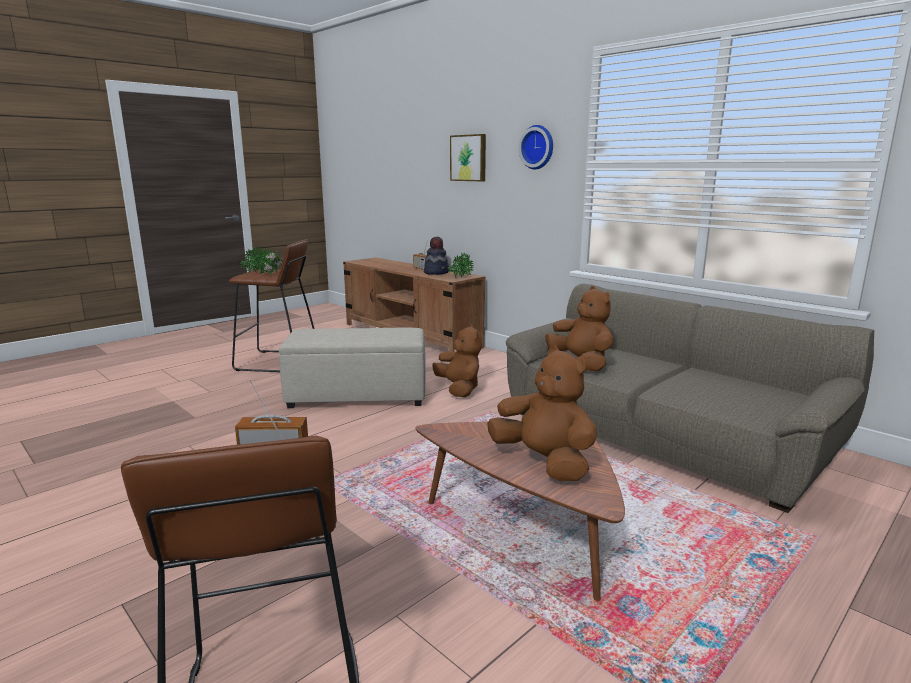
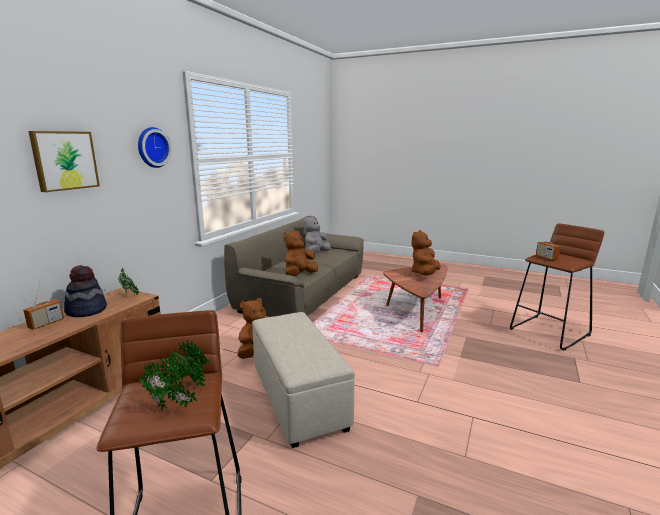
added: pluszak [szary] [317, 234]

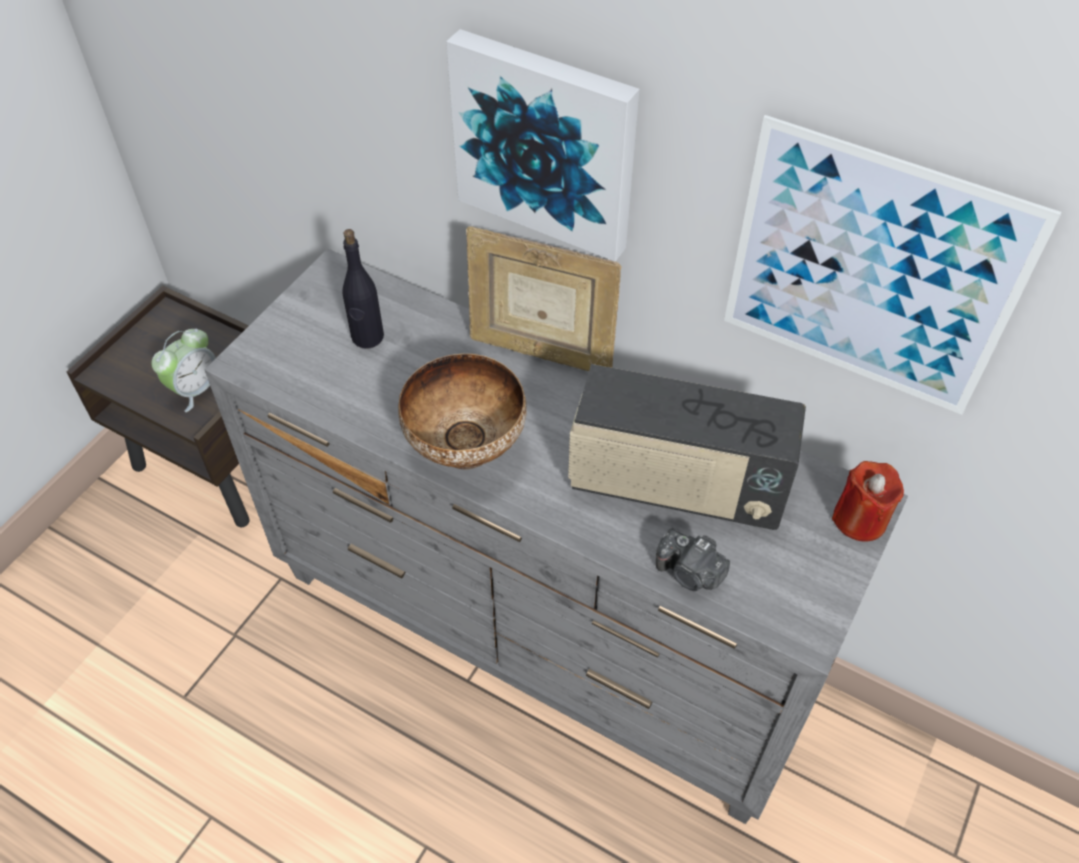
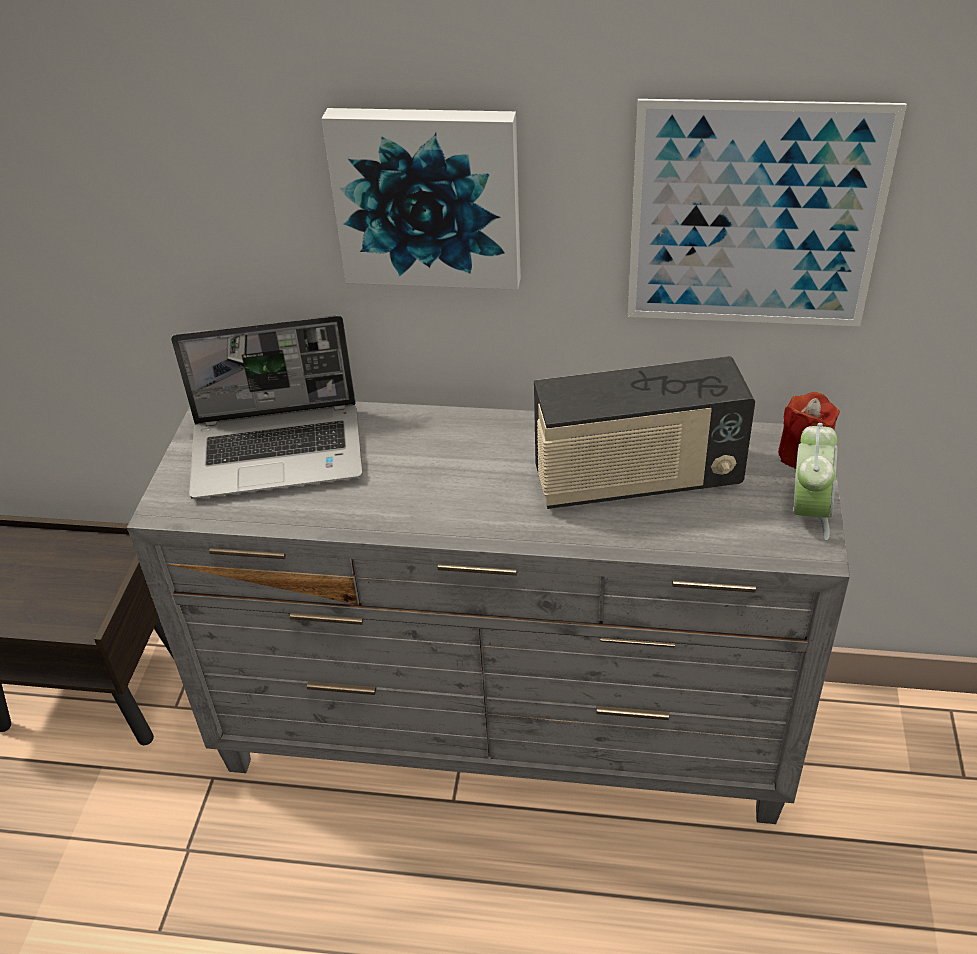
removed: miska [462, 412]; ramka na zdjęcie [544, 298]; aparat fotograficzny [693, 559]
moved: budzik [183, 370] to [816, 481]
replaced: butelka [czarny] [363, 289] to laptop [267, 407]

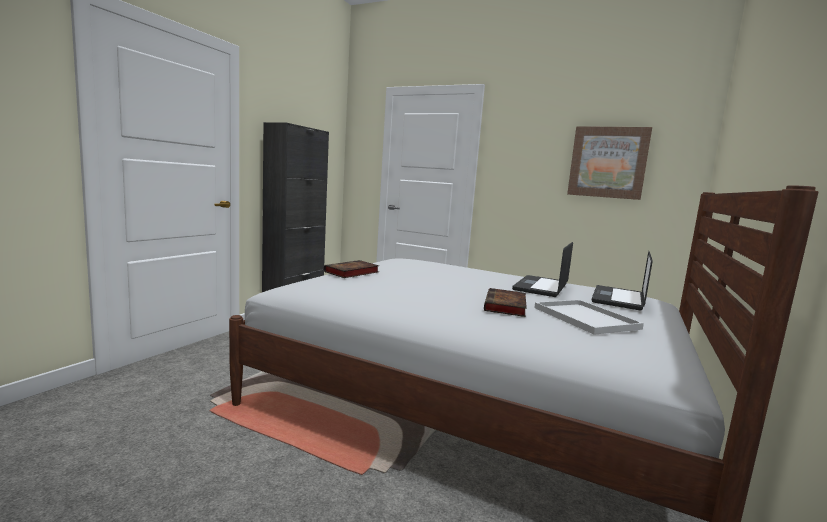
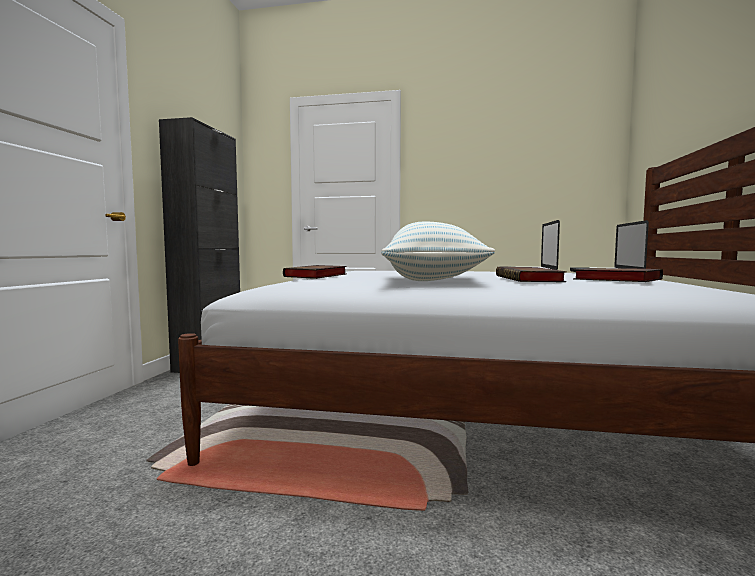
removed: obraz [609, 163]
added: poduszka [438, 251]
replaced: taca [biały] [589, 317] to książka [618, 275]

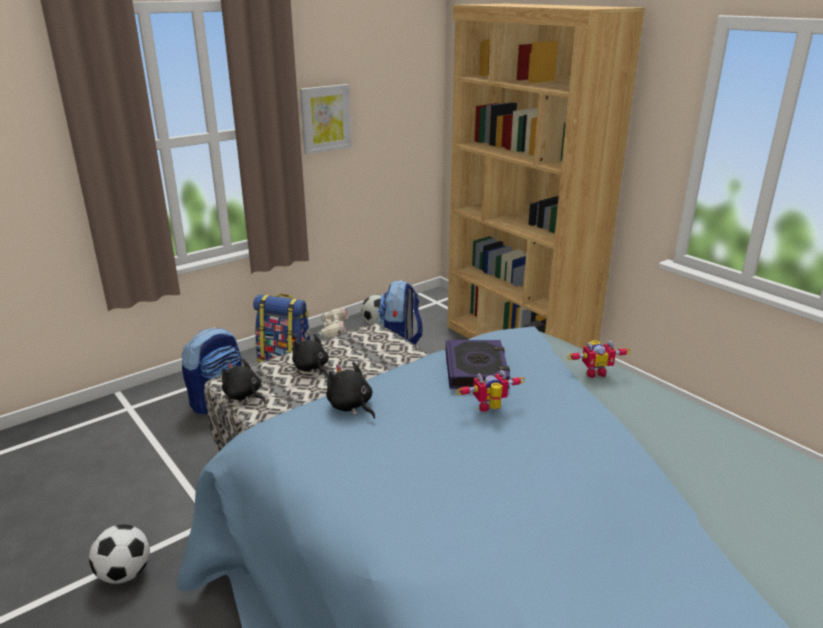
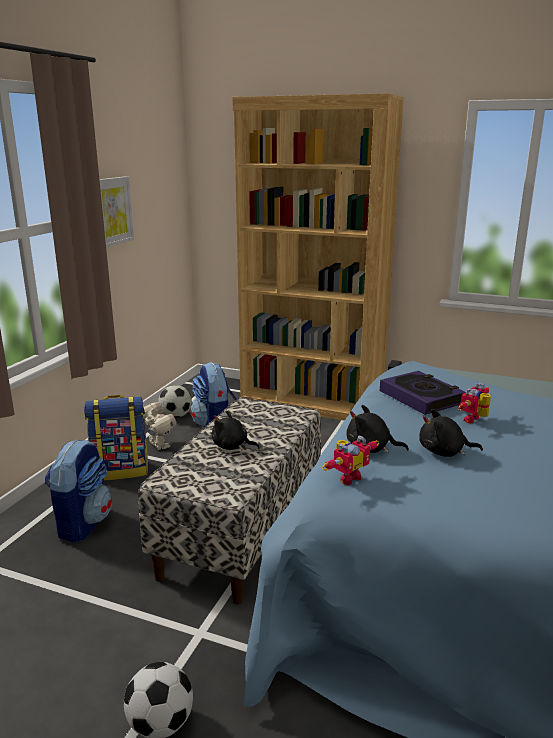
moved: robot zabawkowy [599, 359] to [351, 460]; pluszak [czarny] [244, 380] to [451, 433]

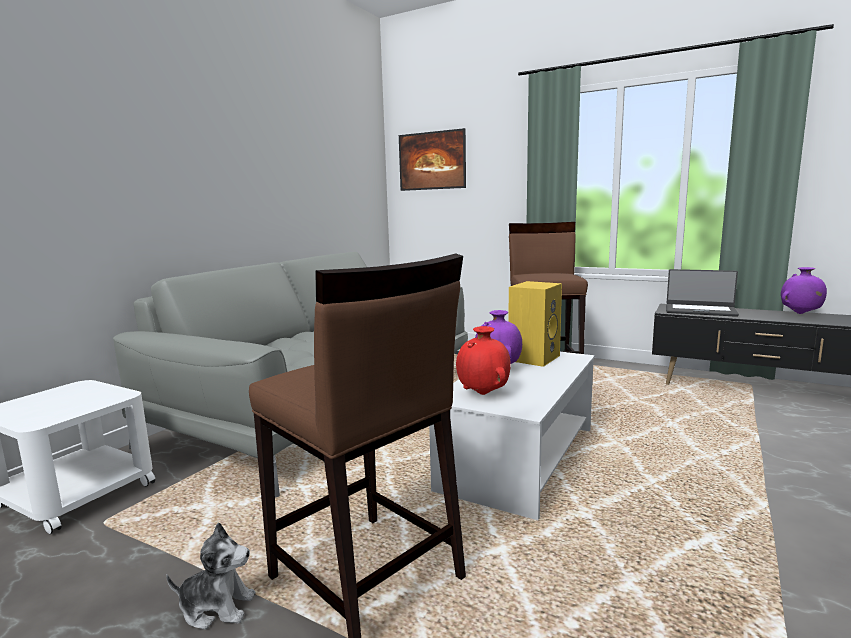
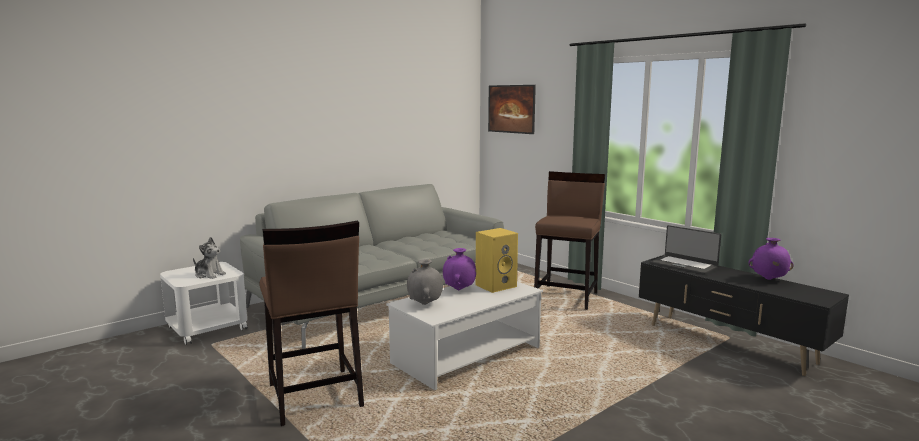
moved: pluszak [211, 576] to [209, 258]
recoloured: wazon [czerwony] [483, 360] to wazon [szary] [425, 282]

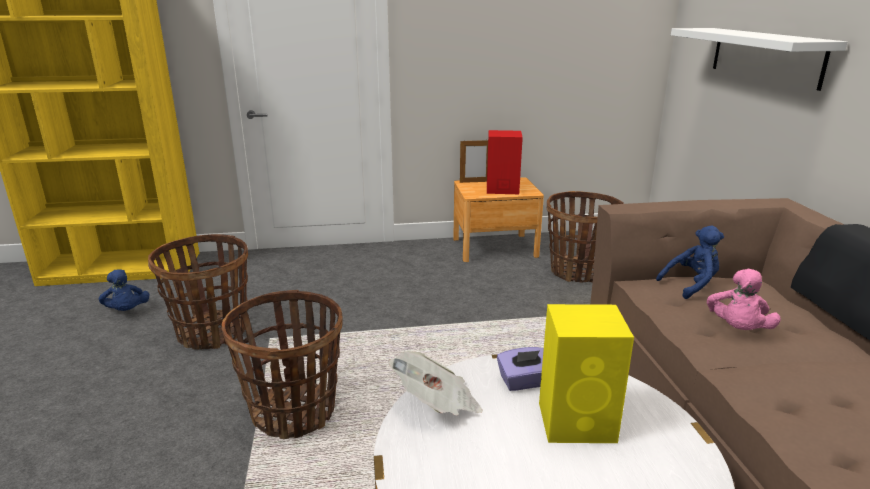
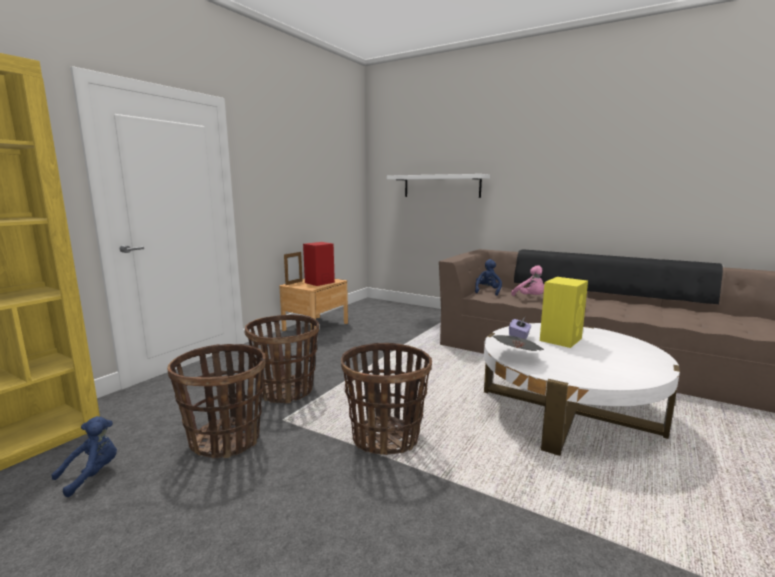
moved: koszyk [585, 237] to [281, 359]
turned: pluszak [niebieski] [124, 290] = [84, 456] 60 degrees counterclockwise

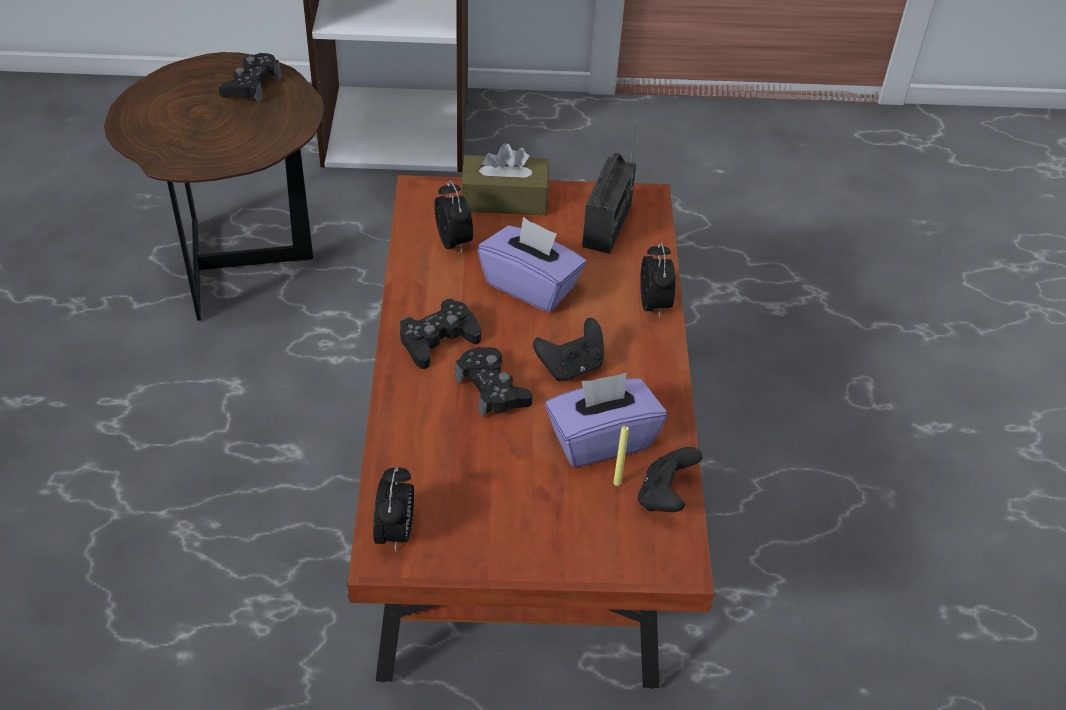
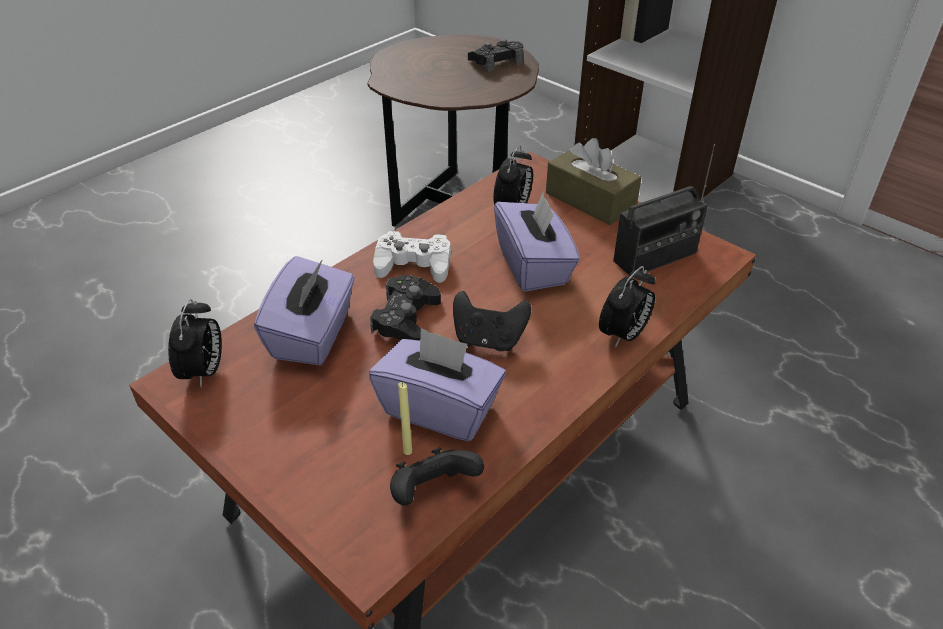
added: pudełko chusteczek [fioletowy] [304, 310]
recoloured: pad do gier [czarny] [440, 333] to pad do gier [biały] [412, 257]
turned: budzik [393, 509] = [195, 343] 45 degrees counterclockwise

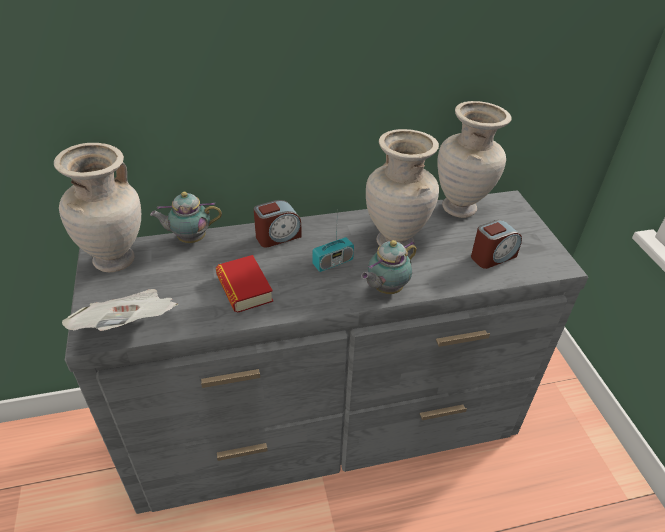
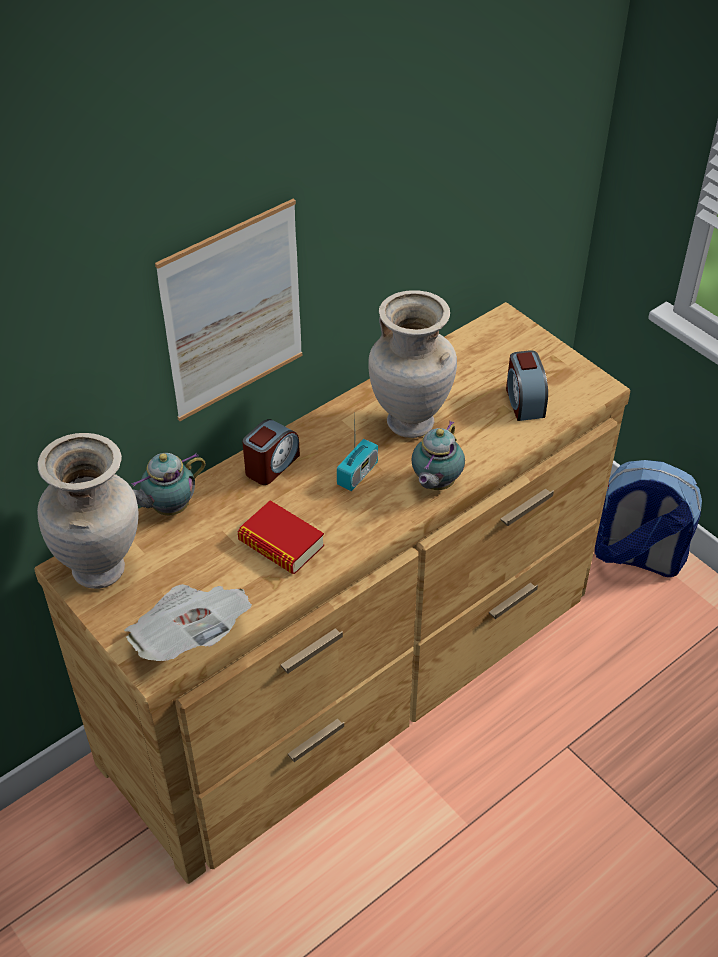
removed: wazon [beżowy] [474, 159]
added: obraz [228, 310]; plecak [648, 518]
recoloured: komoda [szary] [326, 352] to komoda [brązowy] [332, 593]
turned: budzik [496, 244] = [527, 385] 135 degrees clockwise

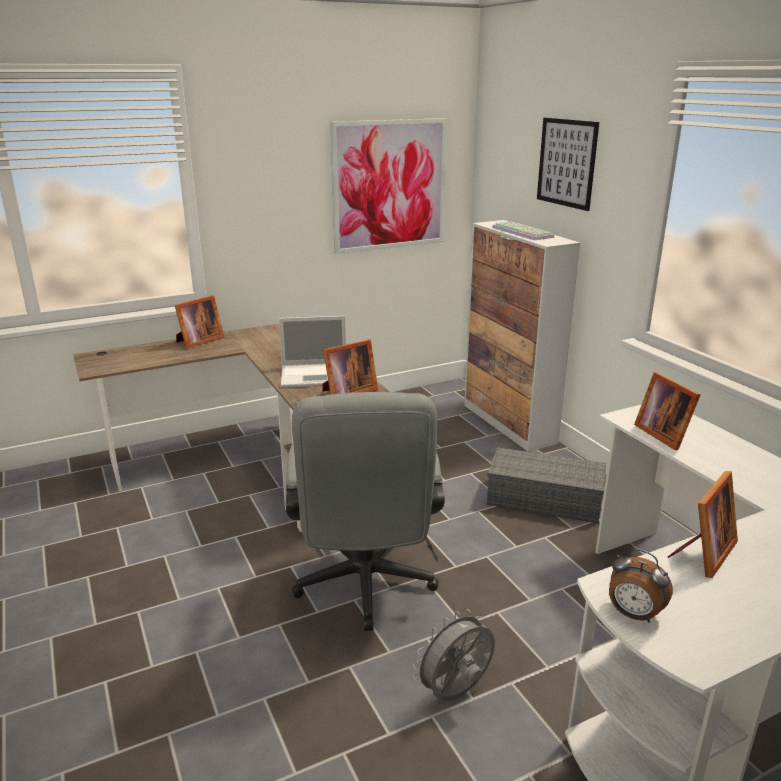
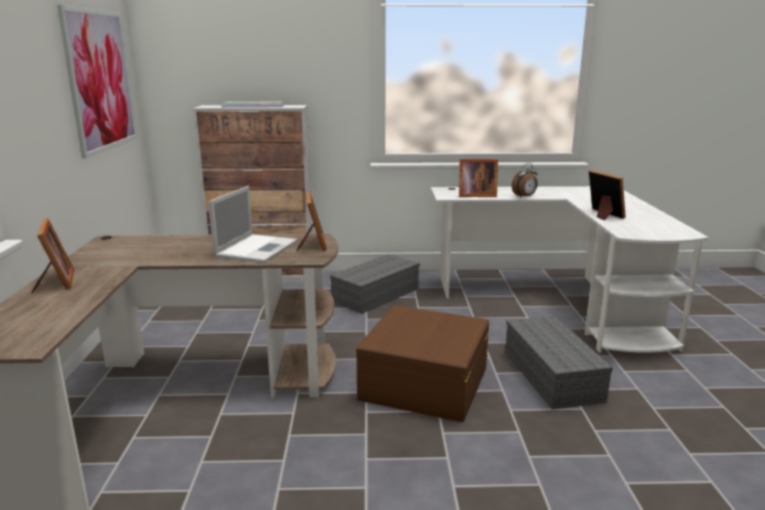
removed: obraz [568, 164]
moved: budzik [641, 586] to [525, 180]
replaced: krzesło biurowe [szary] [365, 511] to pojemnik do przechowywania [brązowy] [422, 363]; wentylator [szary] [454, 655] to pojemnik do przechowywania [szary] [559, 362]

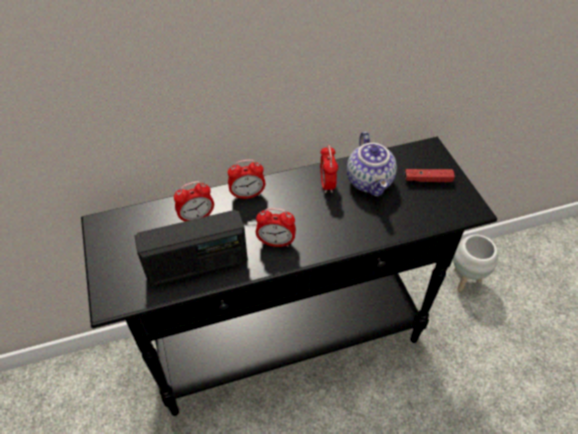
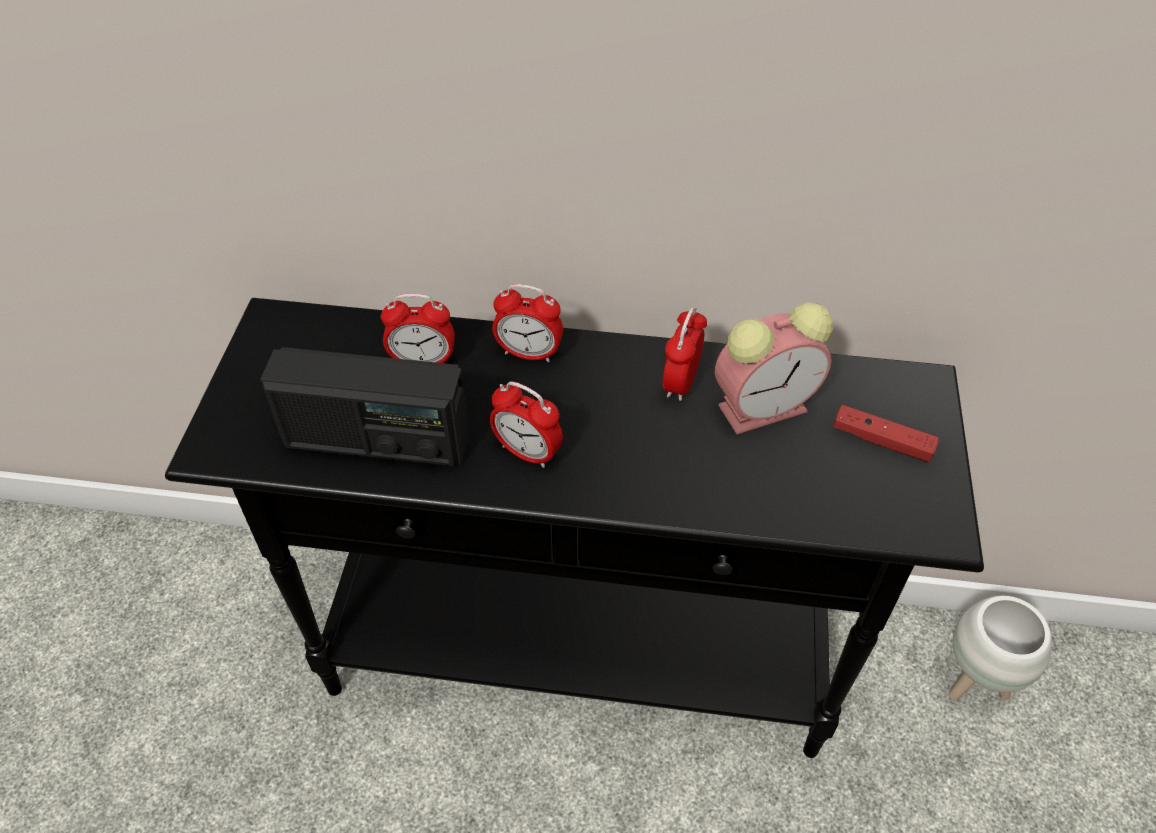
replaced: imbryk [372, 163] to budzik [774, 368]

